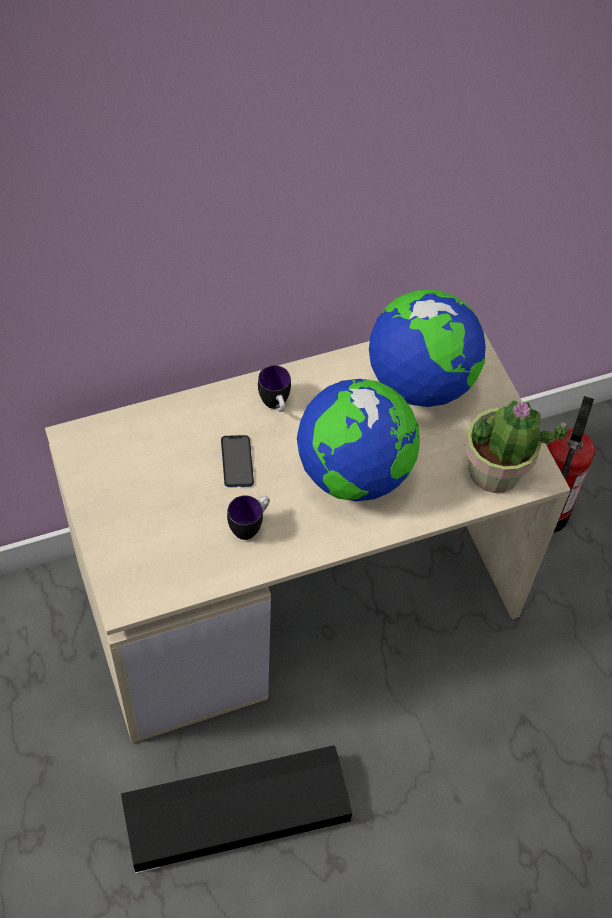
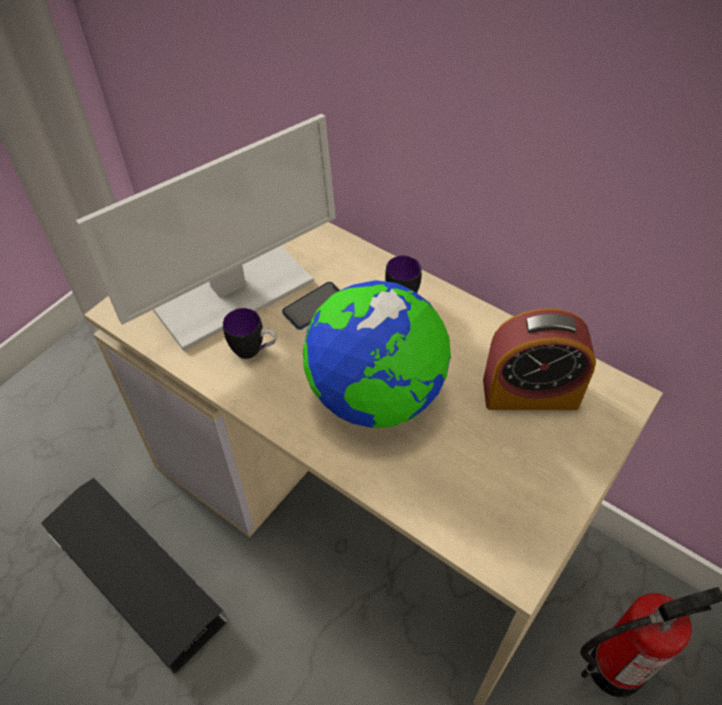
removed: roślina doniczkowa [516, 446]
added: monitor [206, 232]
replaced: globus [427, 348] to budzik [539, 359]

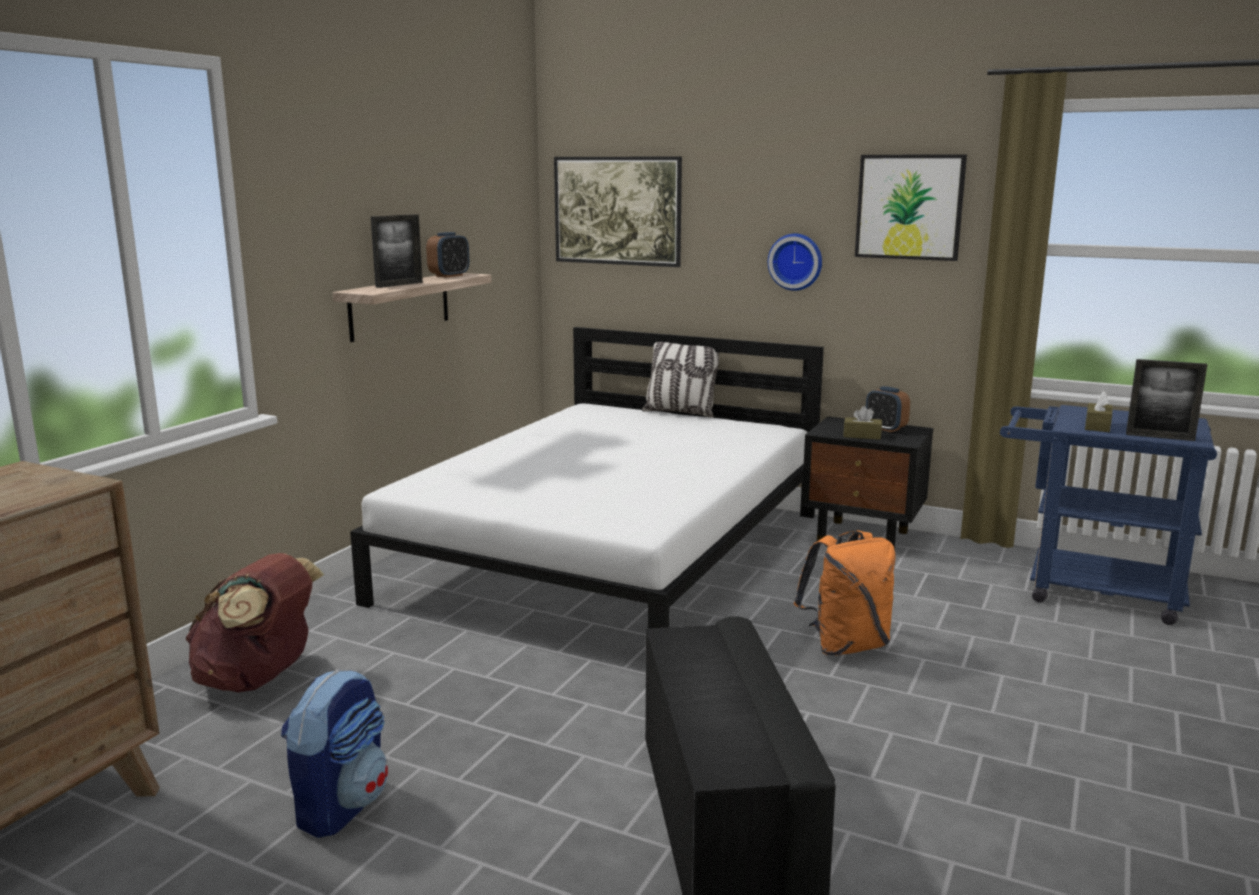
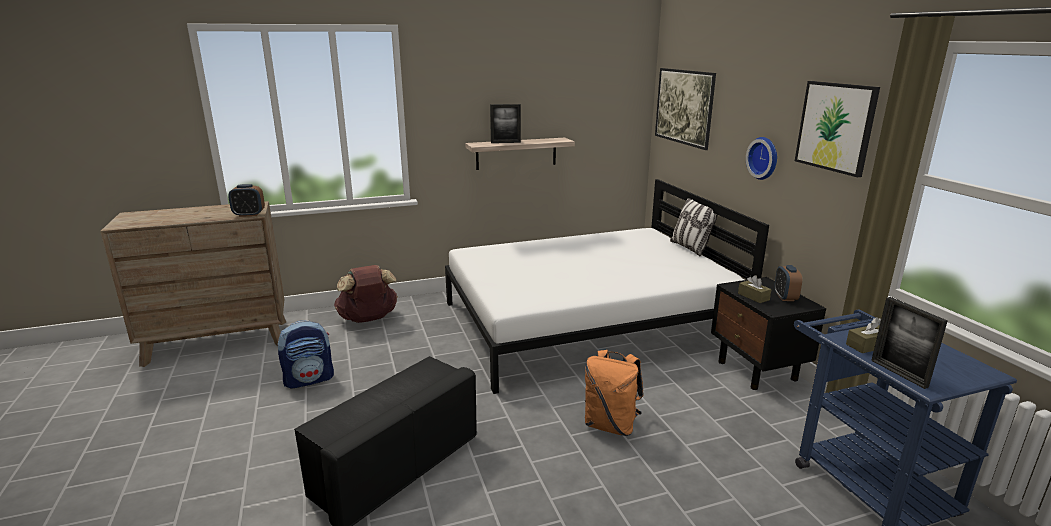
moved: budzik [447, 255] to [246, 200]

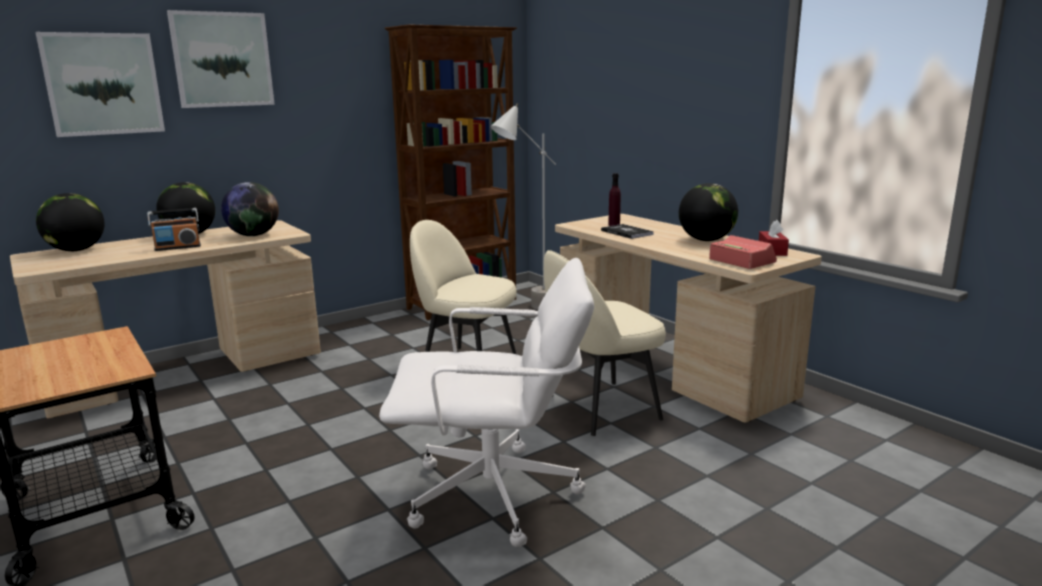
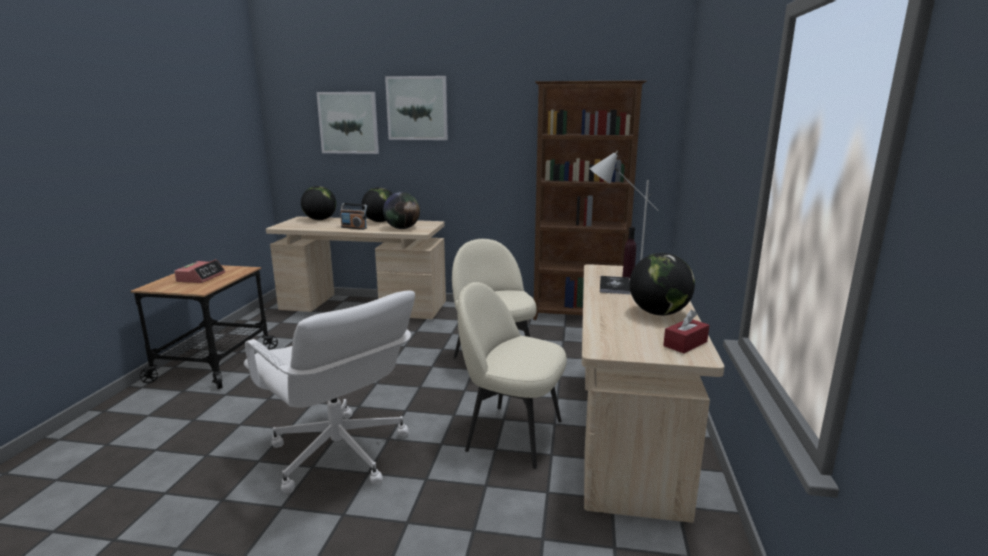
moved: budzik [743, 252] to [199, 271]

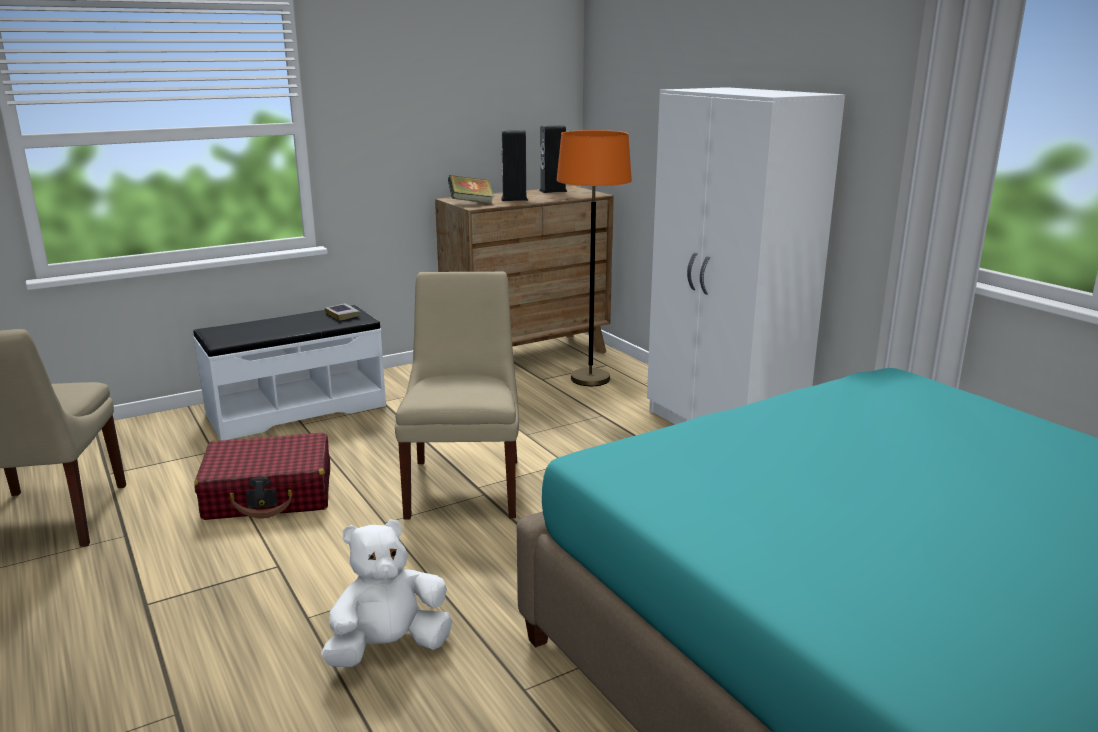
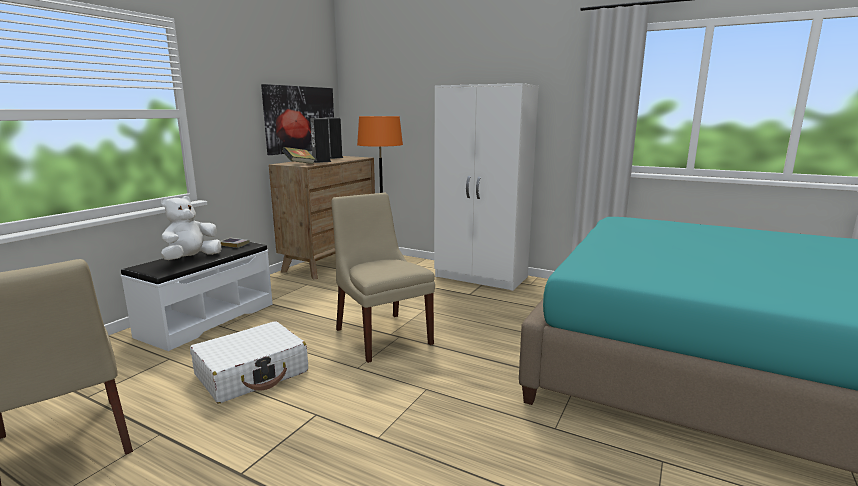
added: obraz [297, 119]
moved: pluszak [biały] [386, 593] to [191, 228]
recoloured: walizka [czerwony] [262, 476] to walizka [biały] [249, 362]

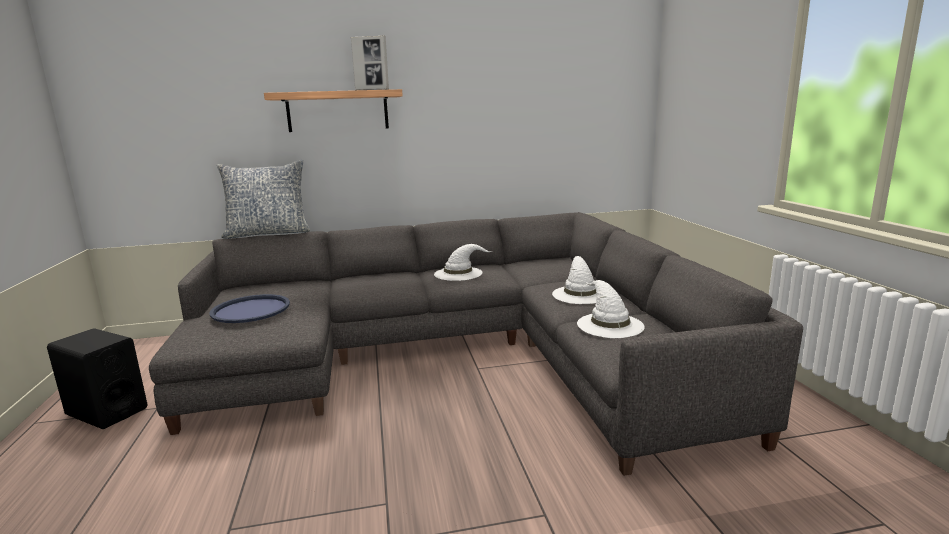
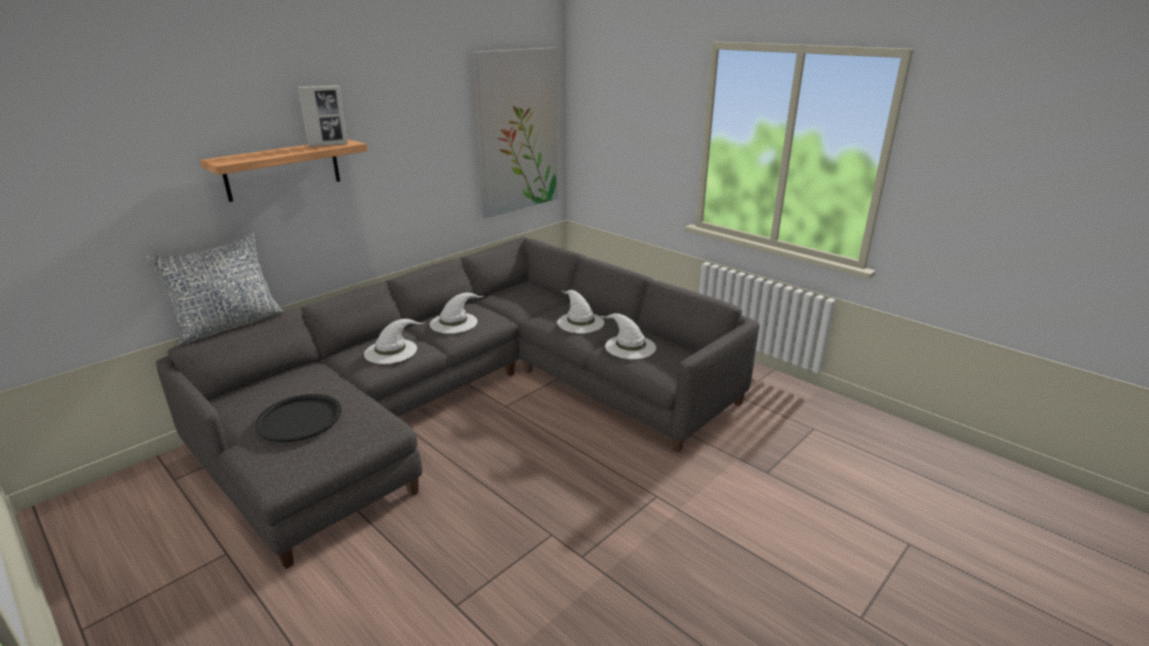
removed: głośnik [czarny] [97, 378]
added: kapelusz [biały] [394, 341]; obraz [515, 133]
recoloured: taca [niebieski] [249, 308] to taca [czarny] [298, 418]

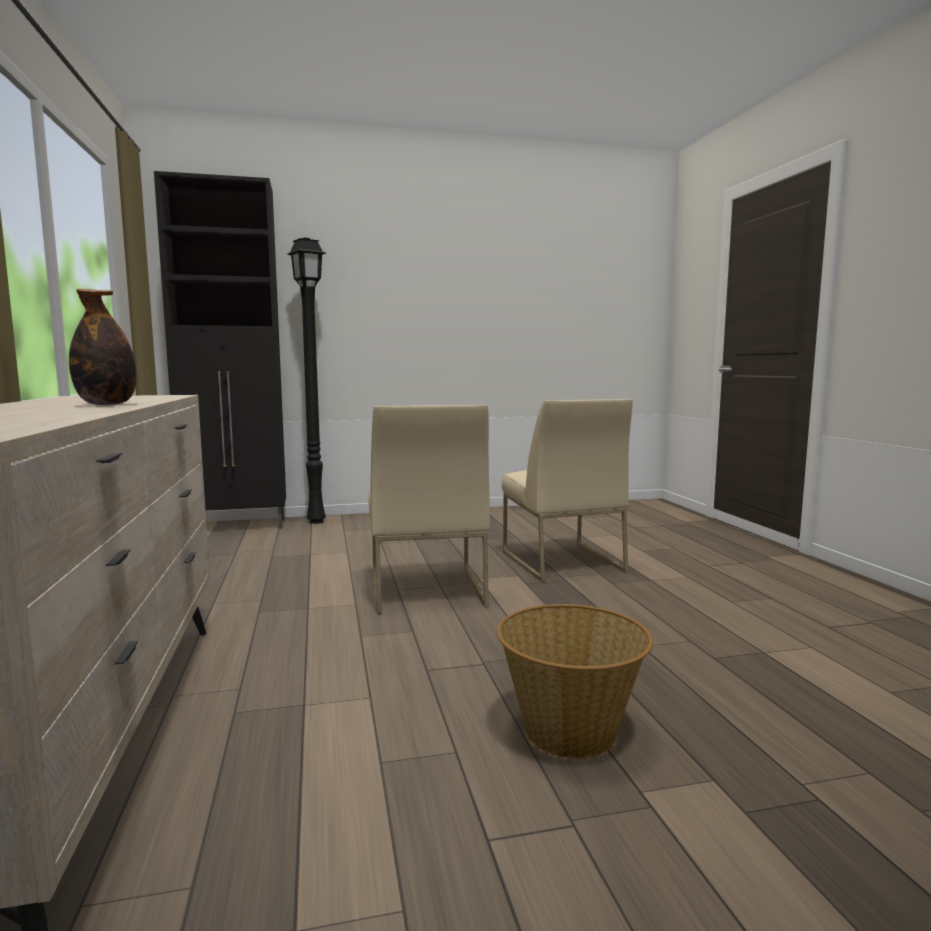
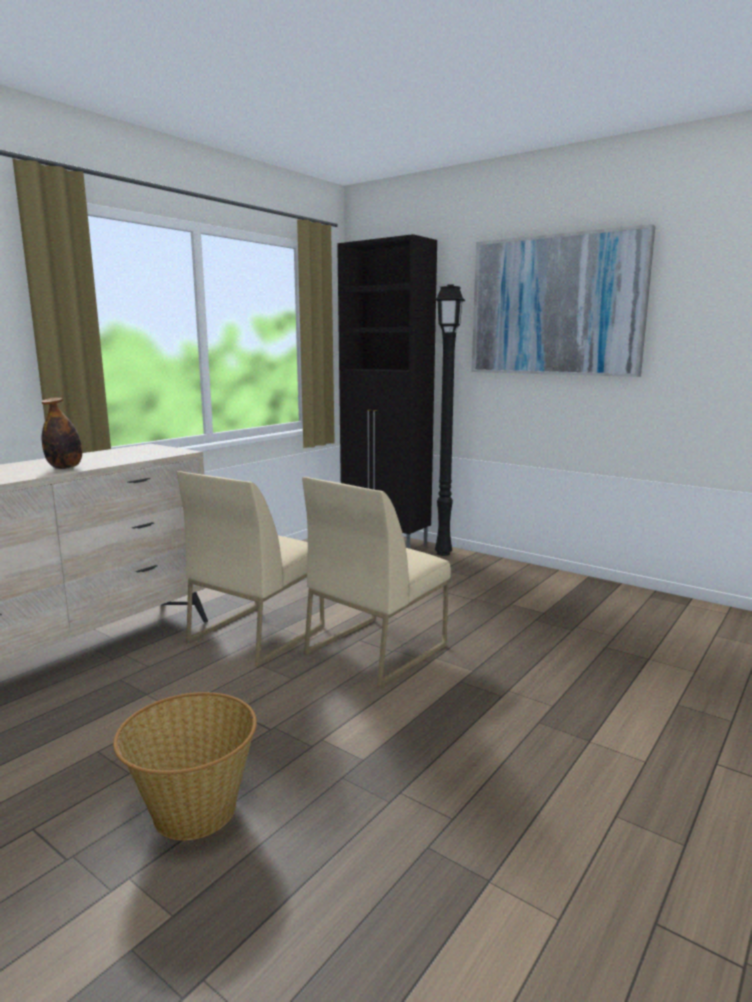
added: obraz [564, 300]
moved: krzesło [beżowy] [567, 490] to [250, 569]

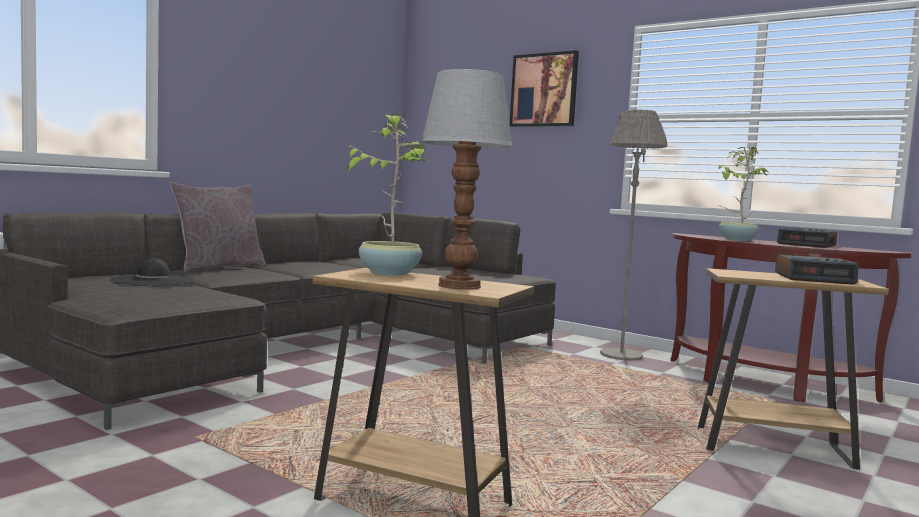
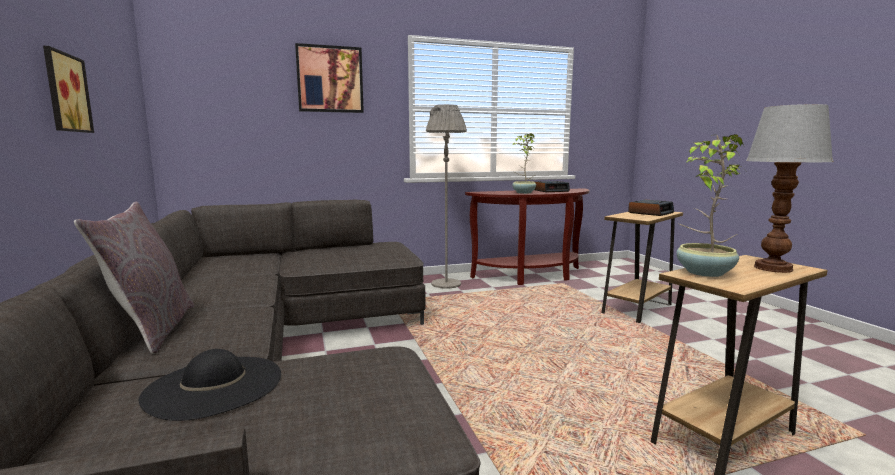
added: obraz [68, 89]

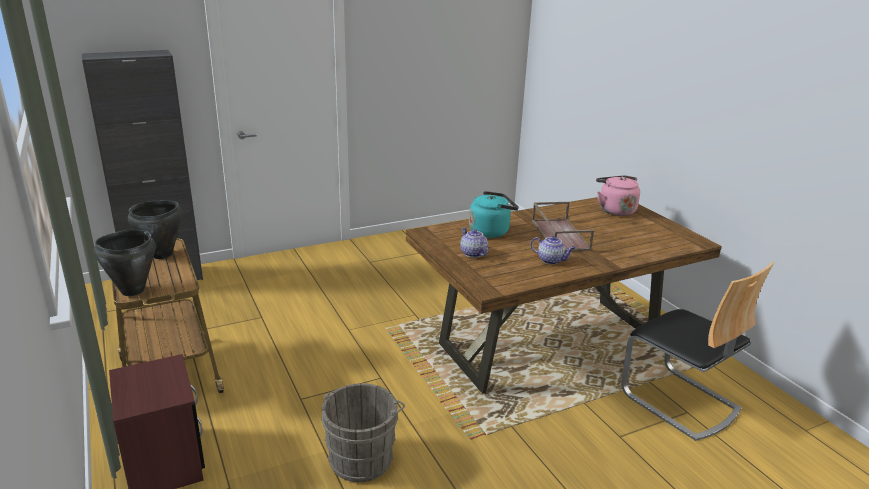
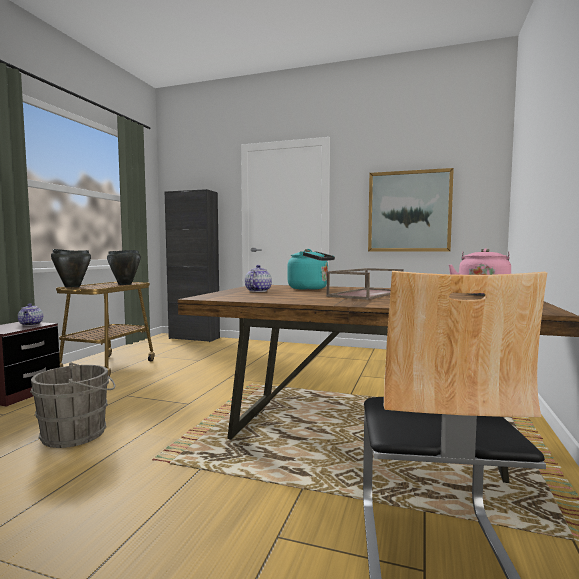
added: obraz [411, 210]
moved: imbryk [553, 250] to [30, 314]

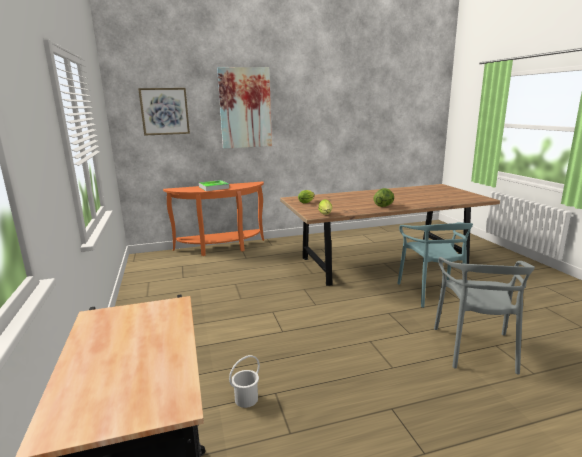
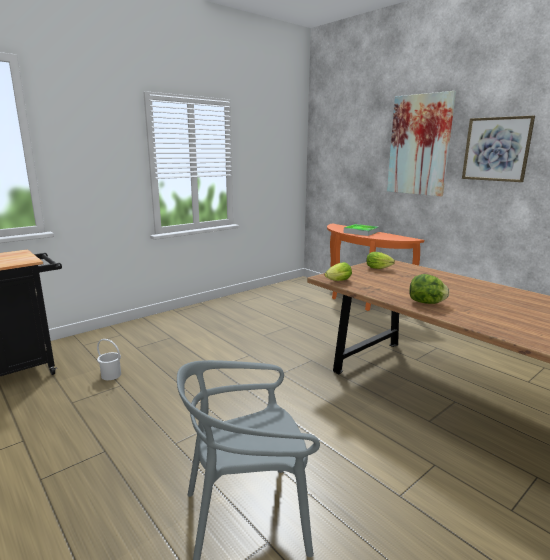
removed: krzesło [turkusowy] [435, 265]
moved: obraz [164, 112] to [498, 149]

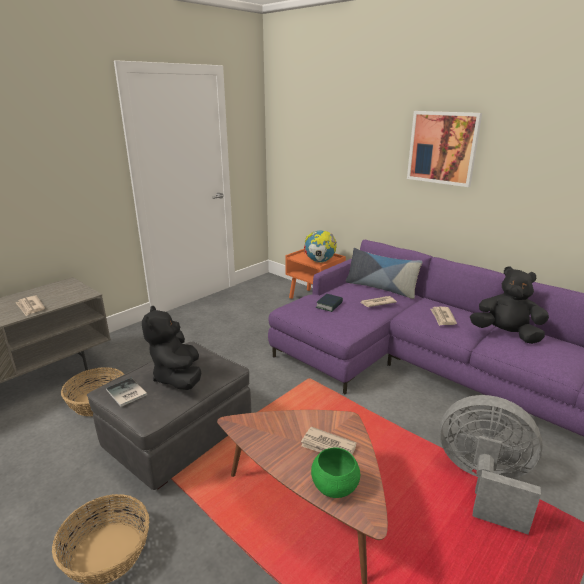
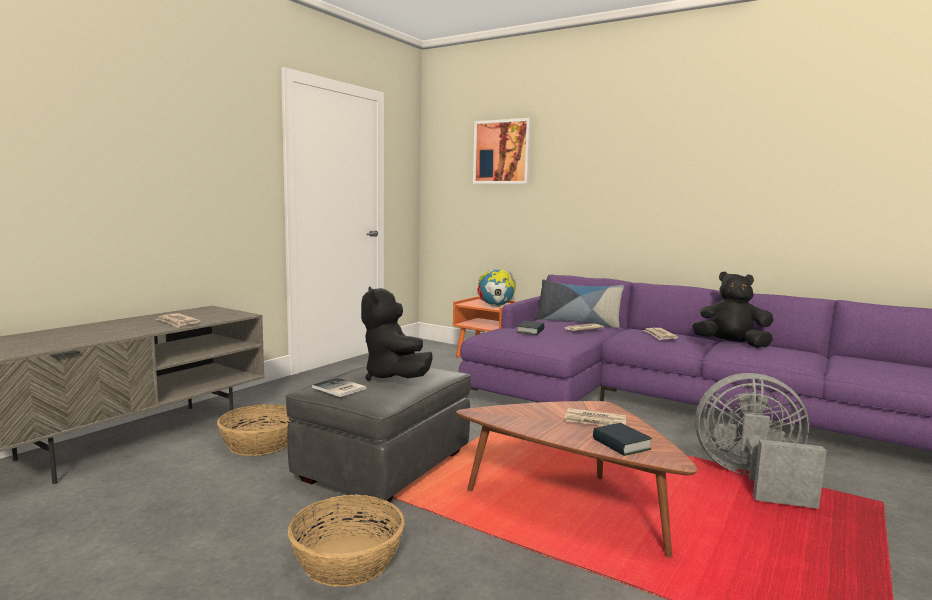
moved: obraz [444, 149] to [502, 151]
replaced: miska [zielony] [335, 472] to książka [622, 439]

